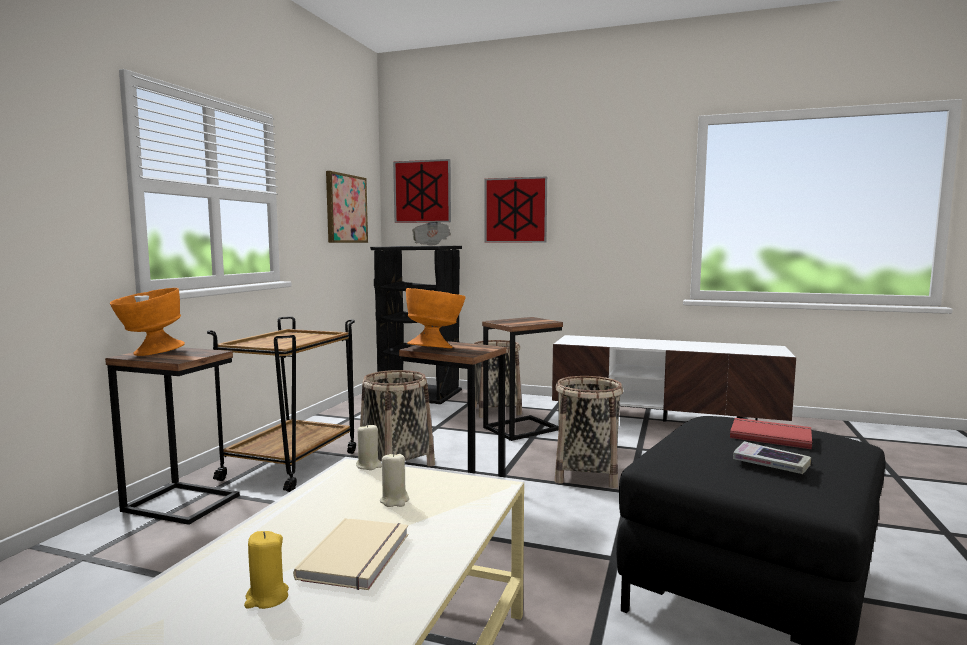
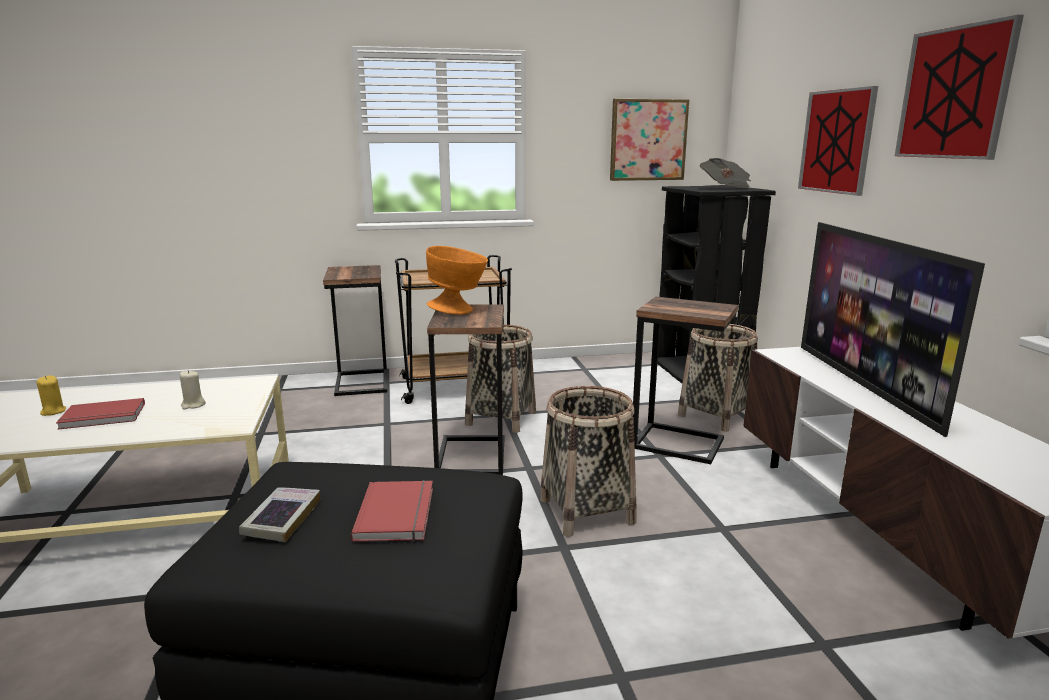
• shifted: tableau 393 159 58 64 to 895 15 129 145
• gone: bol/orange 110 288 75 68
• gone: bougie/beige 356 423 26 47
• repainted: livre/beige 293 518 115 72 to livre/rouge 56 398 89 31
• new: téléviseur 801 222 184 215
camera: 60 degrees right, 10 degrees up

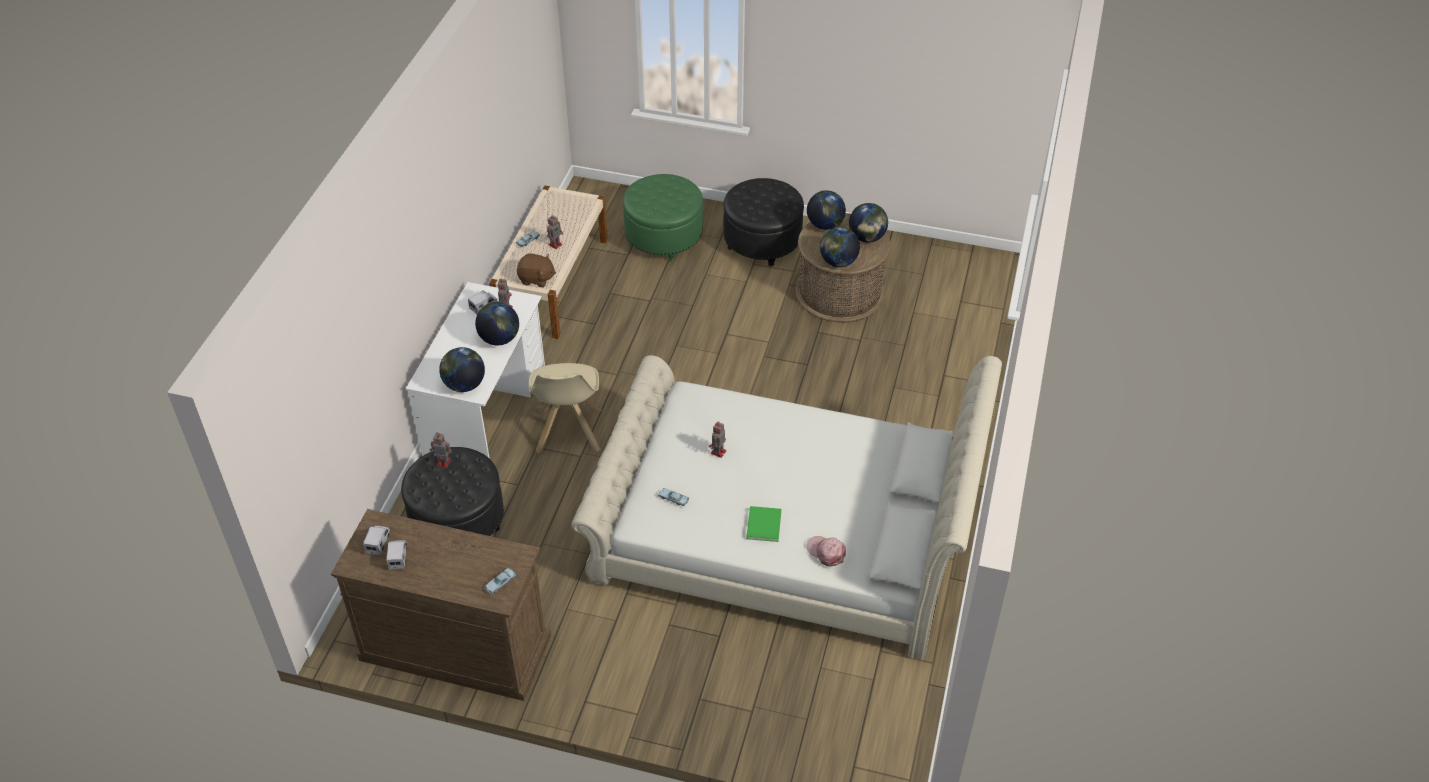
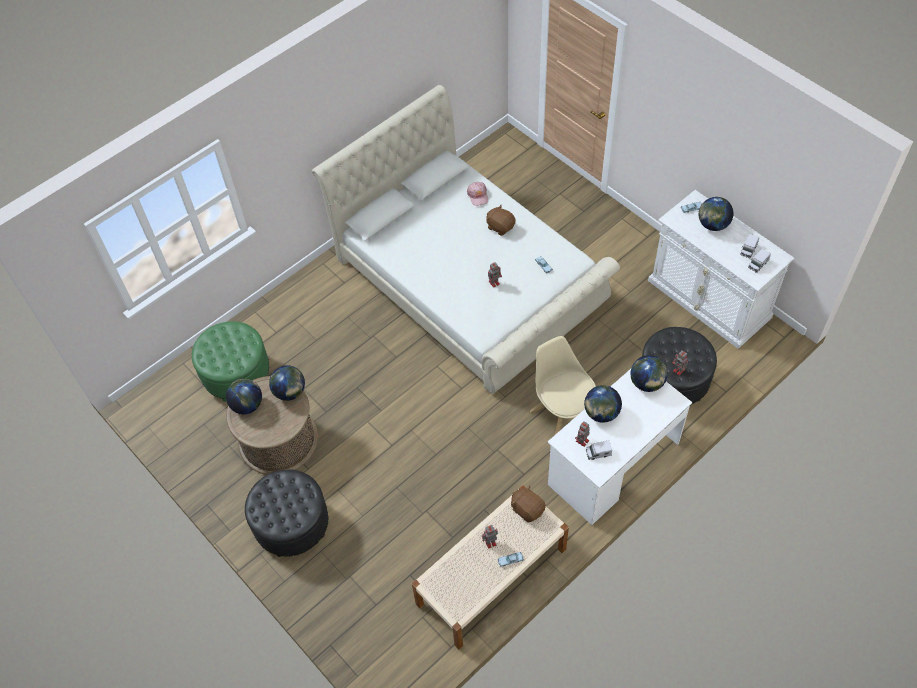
• shifted: pouf/vert 623 174 80 88 to 192 321 77 81
• shifted: globe 807 190 39 40 to 699 197 35 34
• rotated: chaise/beige 529 363 73 91 = 530 336 66 99 60 degrees counterclockwise
• swapped: livre/vert 746 506 35 36 to peluche/marron 486 205 30 31
• repainted: commode/marron 331 509 220 192 to commode/blanc 648 190 146 159
camera: 145 degrees left, 10 degrees up

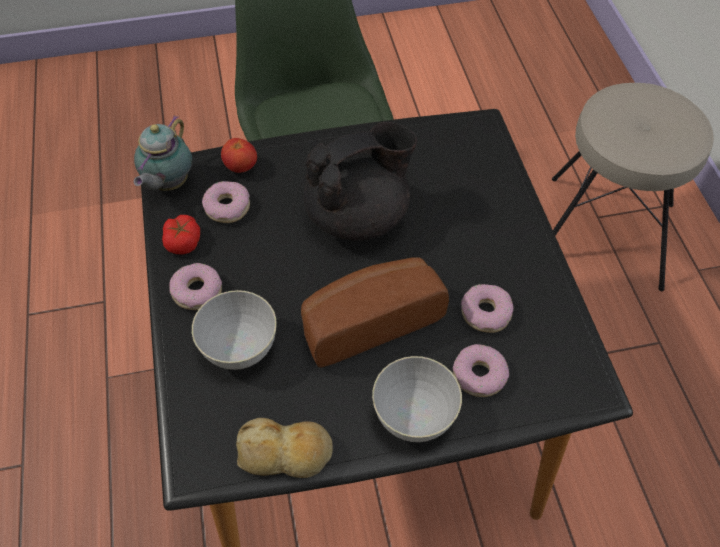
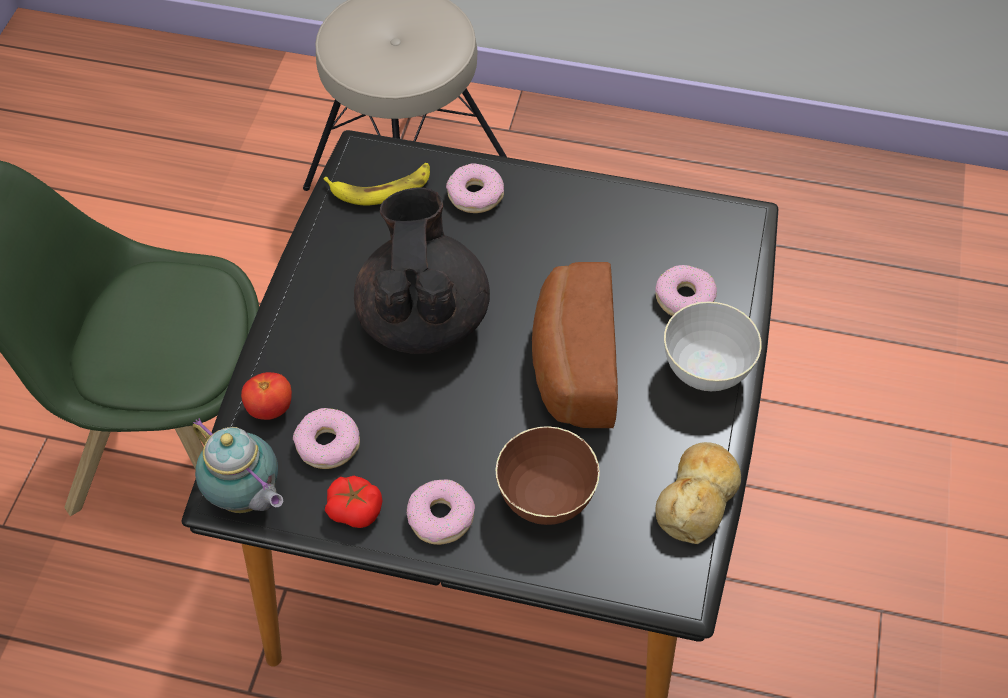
• shifted: beignet 461 284 52 49 to 446 163 58 50
• repainted: bol/gris 192 290 85 80 to bol/marron 496 426 104 99
• new: banane 323 163 107 42
camera: 65 degrees left, 0 degrees up

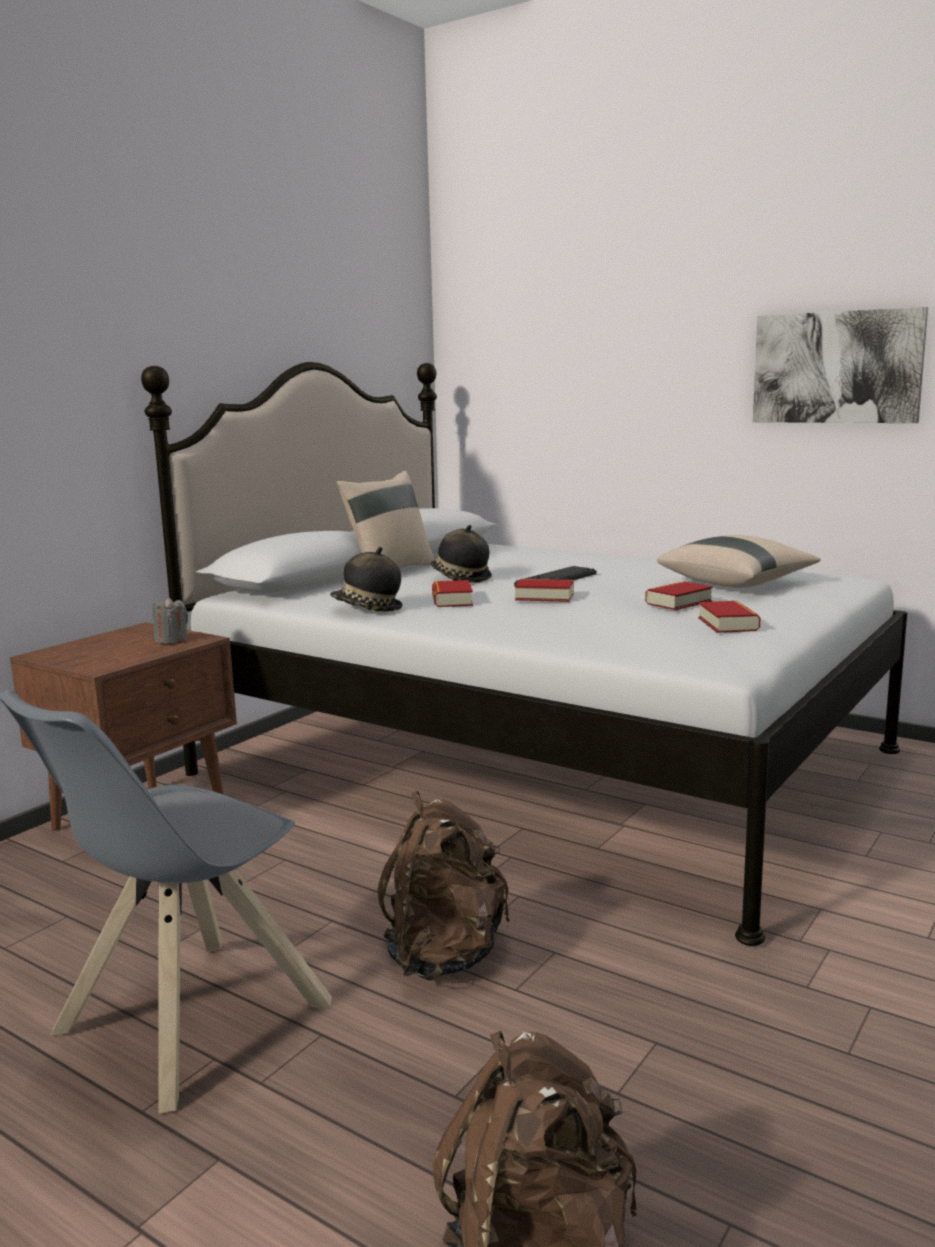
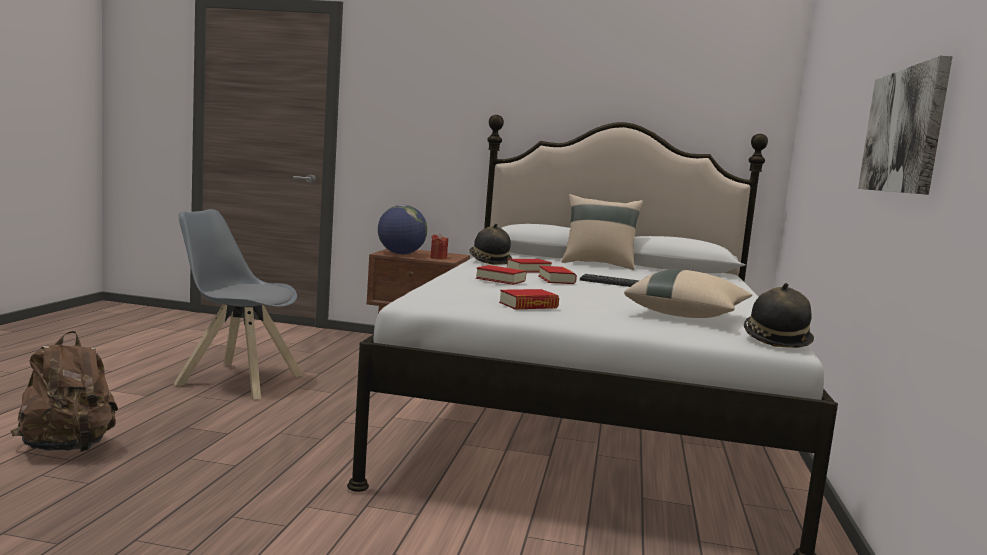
• shifted: chapeau 430 525 62 58 to 744 283 70 65
• shifted: livre 645 581 68 29 to 476 265 50 20
• repainted: bougie/gris 152 597 36 47 to bougie/rouge 430 233 18 26
• gone: sac à dos/marron 377 791 133 190
• new: globe 378 205 49 49
camera: 65 degrees right, 5 degrees down

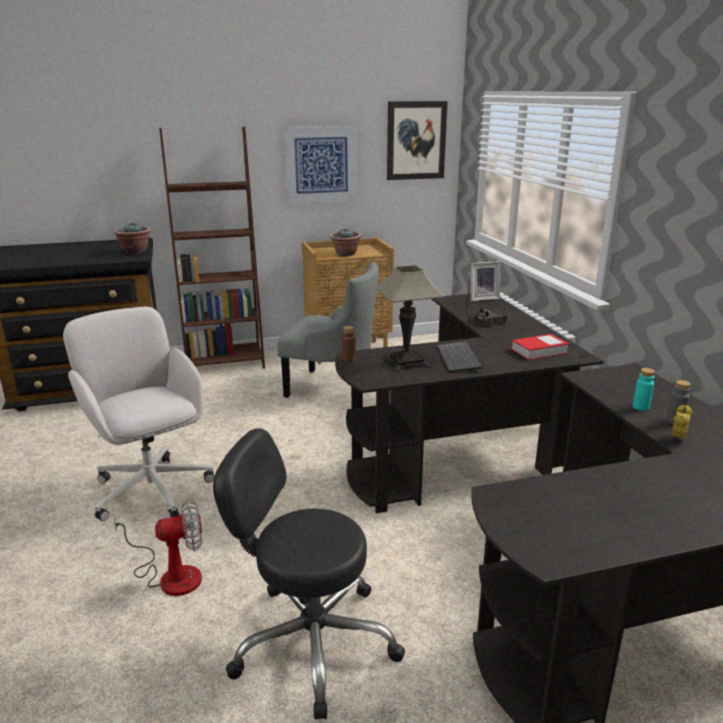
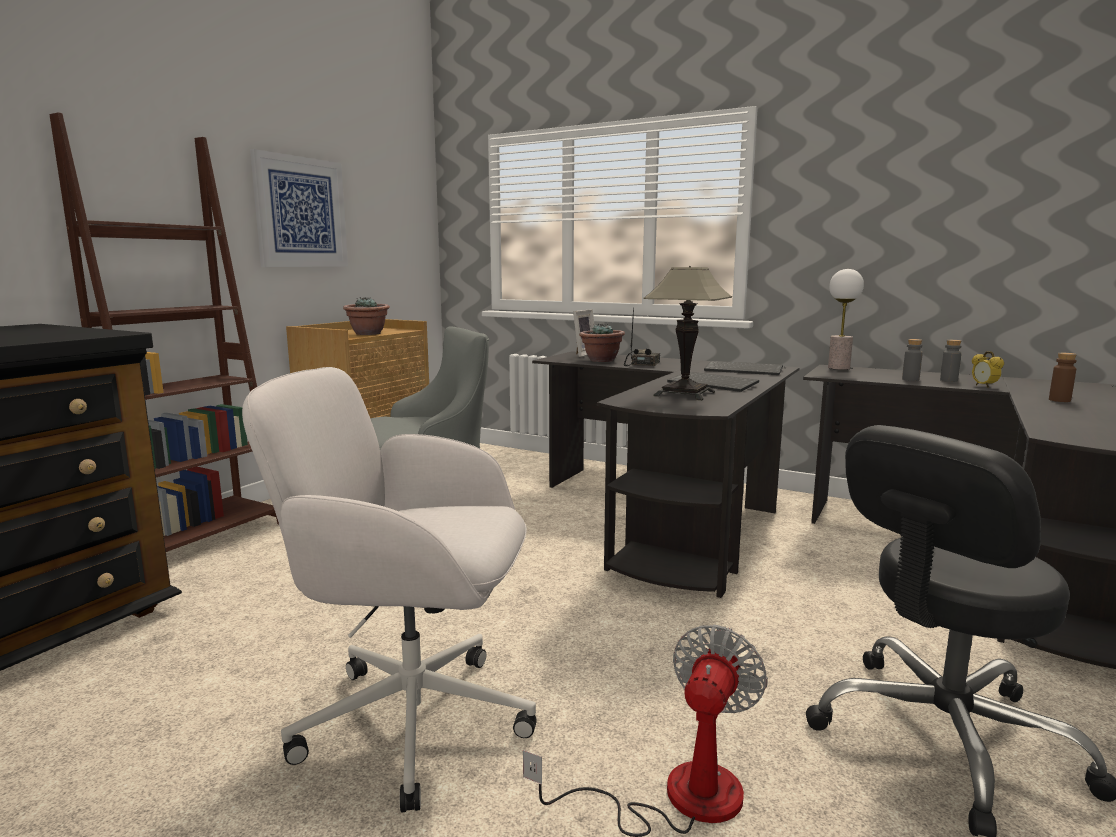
• gone: tableau 387 101 61 79
• shifted: plante en pot 113 222 38 32 to 579 323 46 39
• shifted: bouteille/marron 342 326 14 36 to 1049 353 28 49
• swapped: livre 511 334 58 26 to clavier 704 361 79 14
• repainted: bouteille/turquoise 633 368 22 43 to bouteille/gris 902 339 21 42
• new: lampe de table 828 269 36 101
camera: 45 degrees left, 10 degrees down

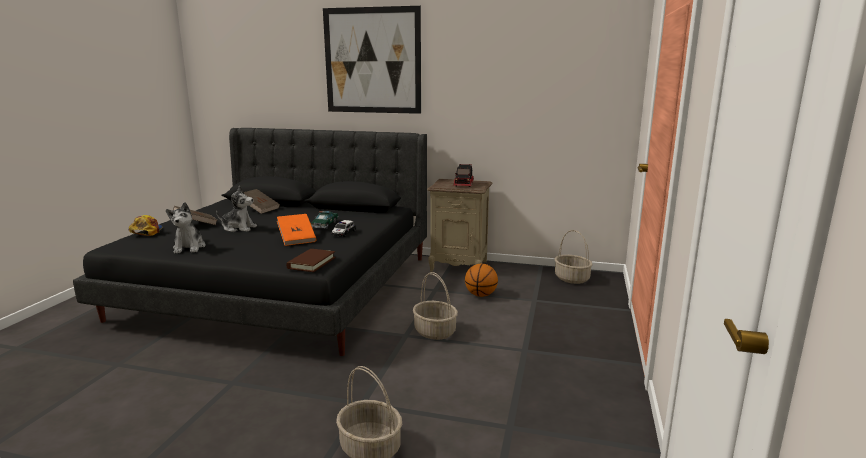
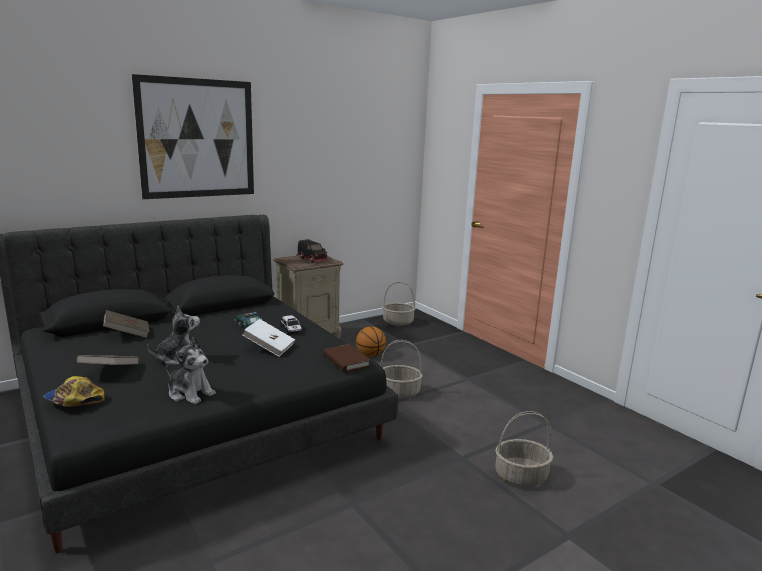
• repainted: livre/orange 277 214 40 32 to livre/blanc 242 319 53 38
camera: 50 degrees left, 0 degrees up

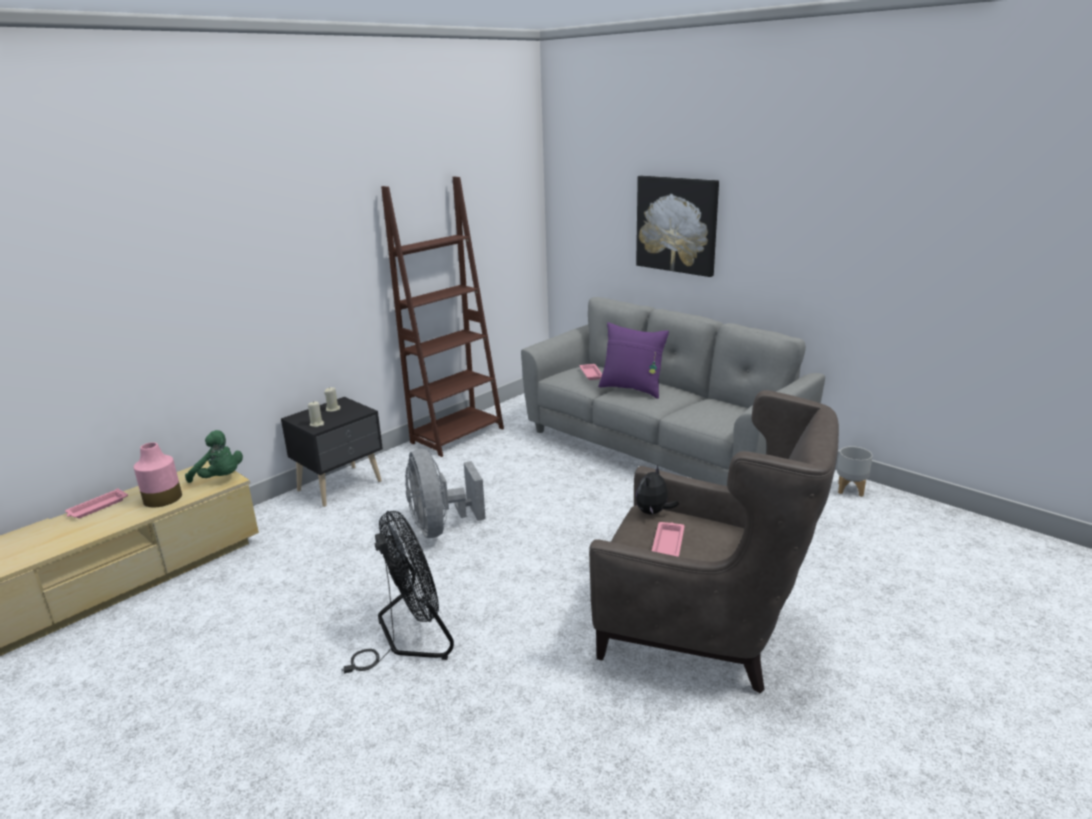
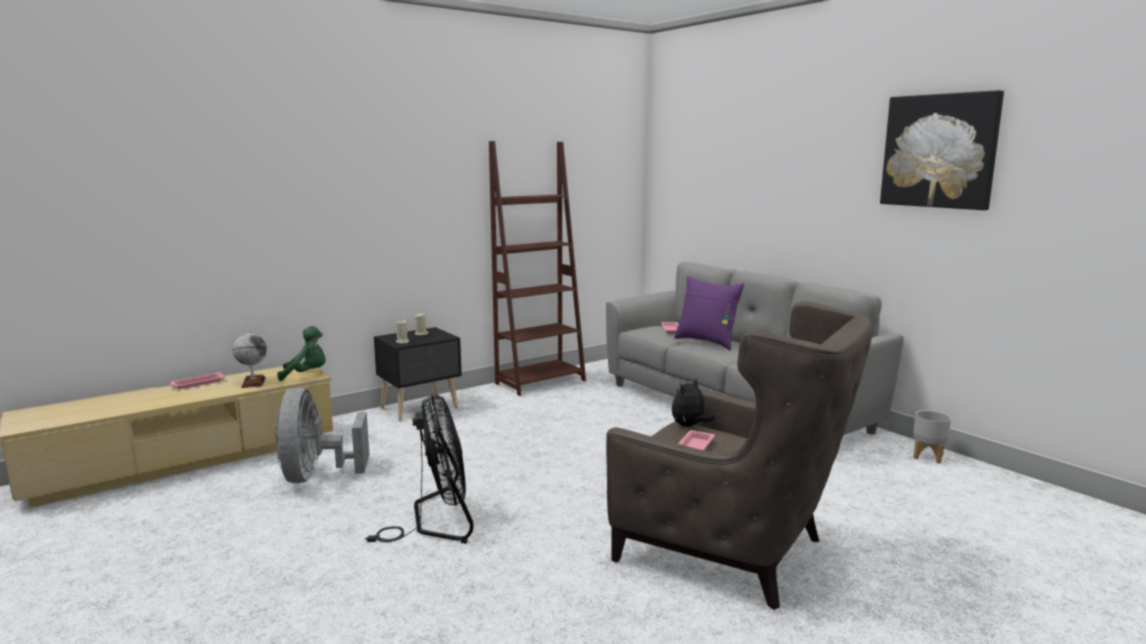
• shifted: tableau 636 176 83 101 to 880 90 124 120
• rotated: peluche/vert 185 430 58 53 = 277 326 49 55 45 degrees counterclockwise
• swapped: vase/rose 134 442 48 65 to globe 233 331 34 57
• shifted: ventilateur/gris 405 449 81 89 to 275 387 94 96
camera: 10 degrees right, 10 degrees down

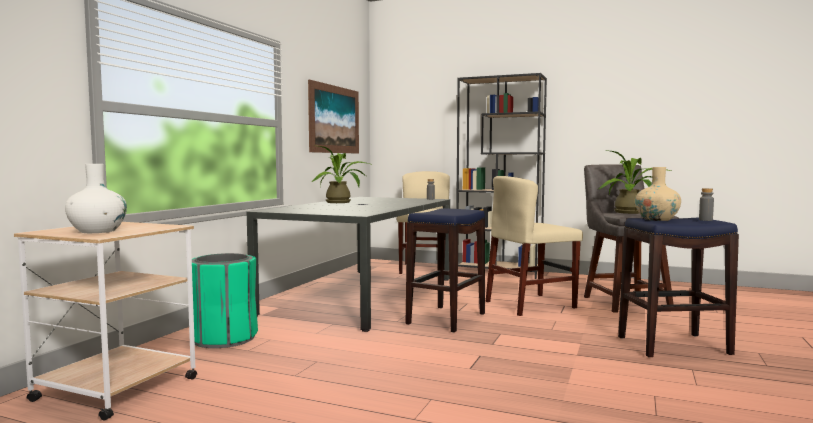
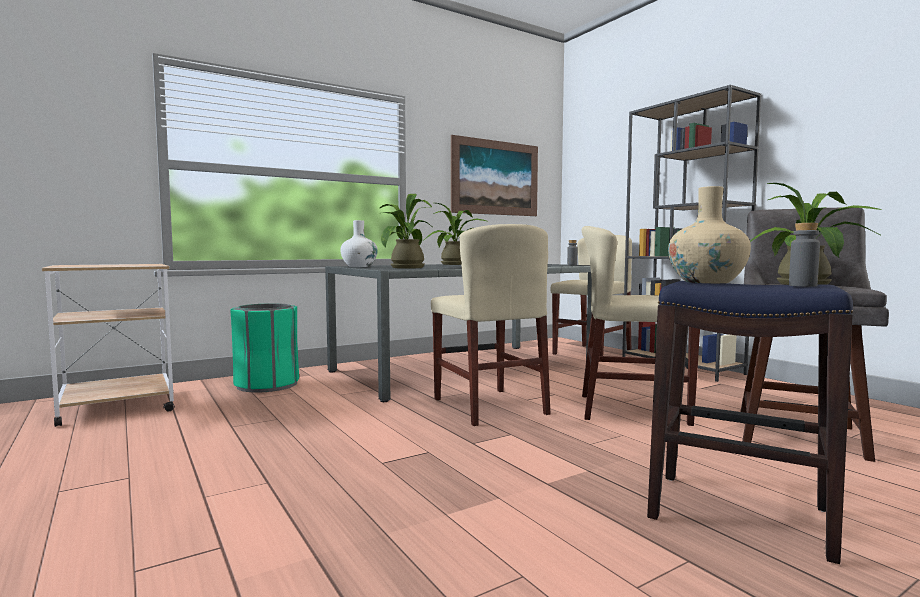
• shifted: vase/blanc 65 164 62 69 to 340 220 38 47
• swapped: tabouret 406 208 79 124 to chaise/beige 431 224 119 202
• new: plante en pot 379 194 53 75
camera: 35 degrees right, 0 degrees up

